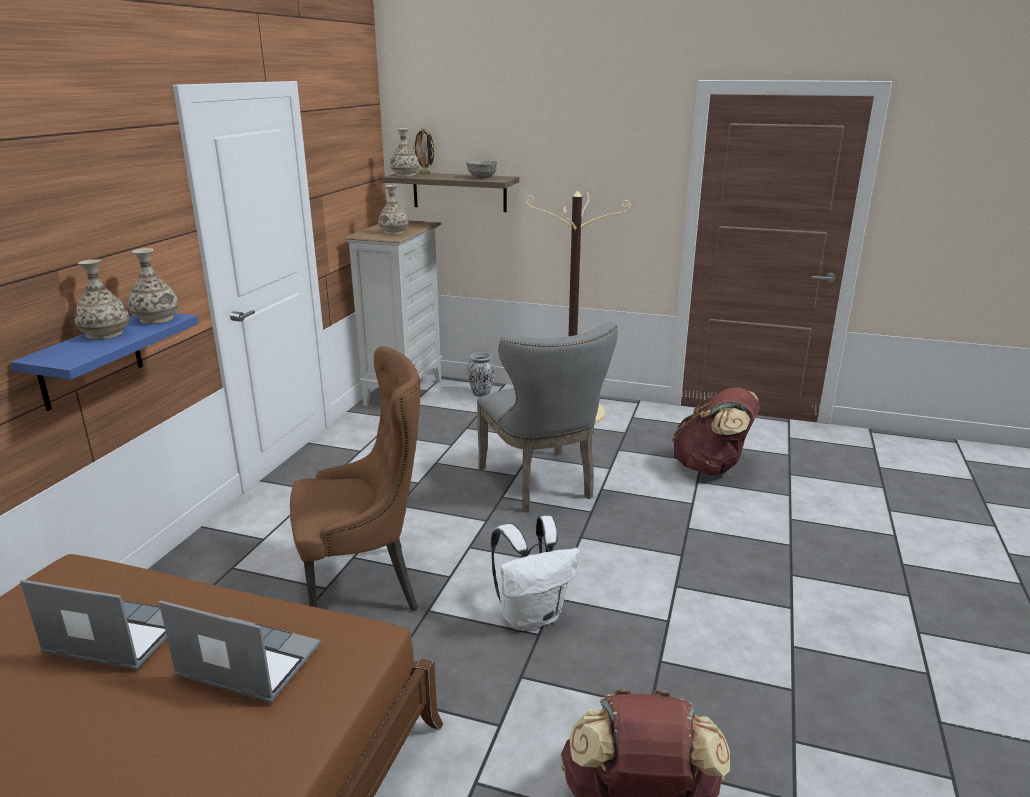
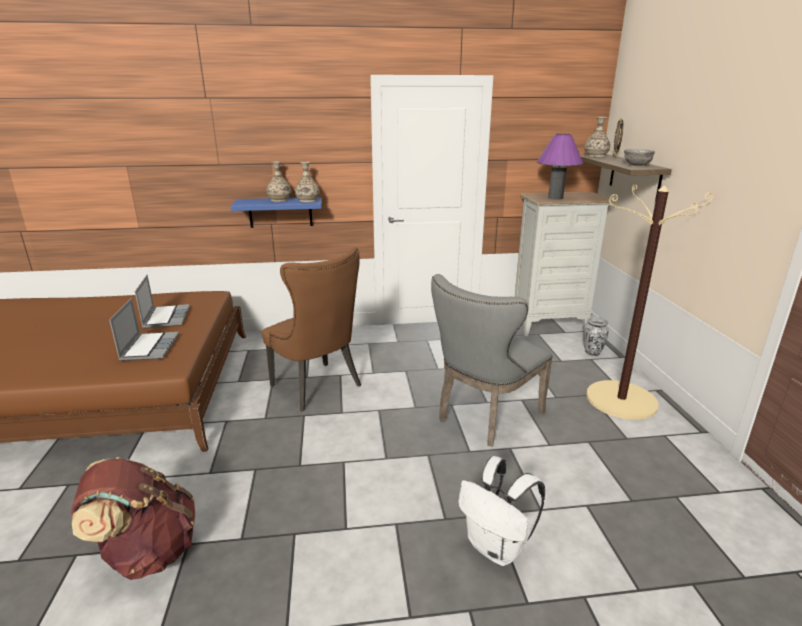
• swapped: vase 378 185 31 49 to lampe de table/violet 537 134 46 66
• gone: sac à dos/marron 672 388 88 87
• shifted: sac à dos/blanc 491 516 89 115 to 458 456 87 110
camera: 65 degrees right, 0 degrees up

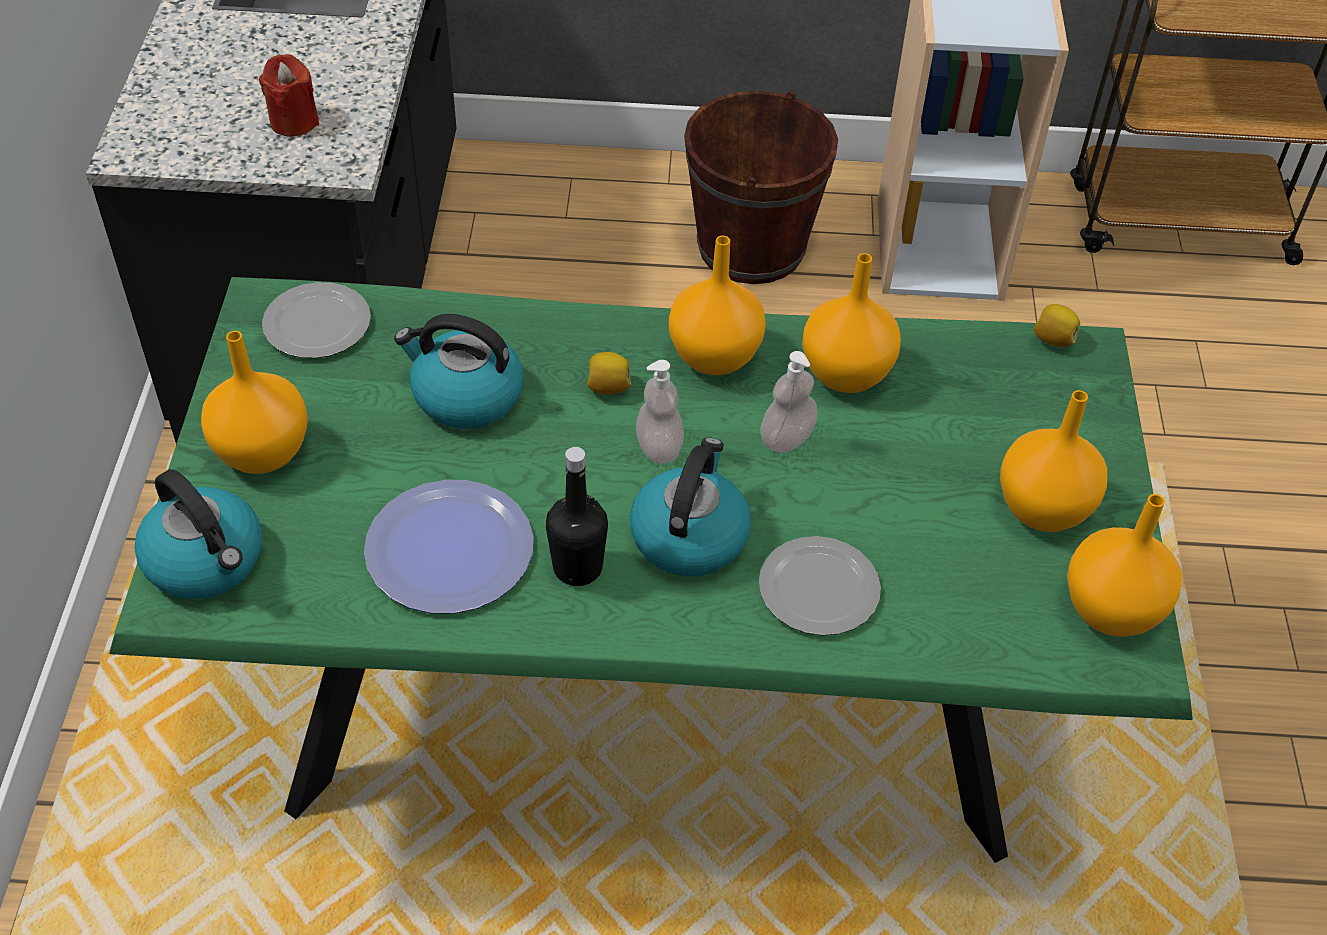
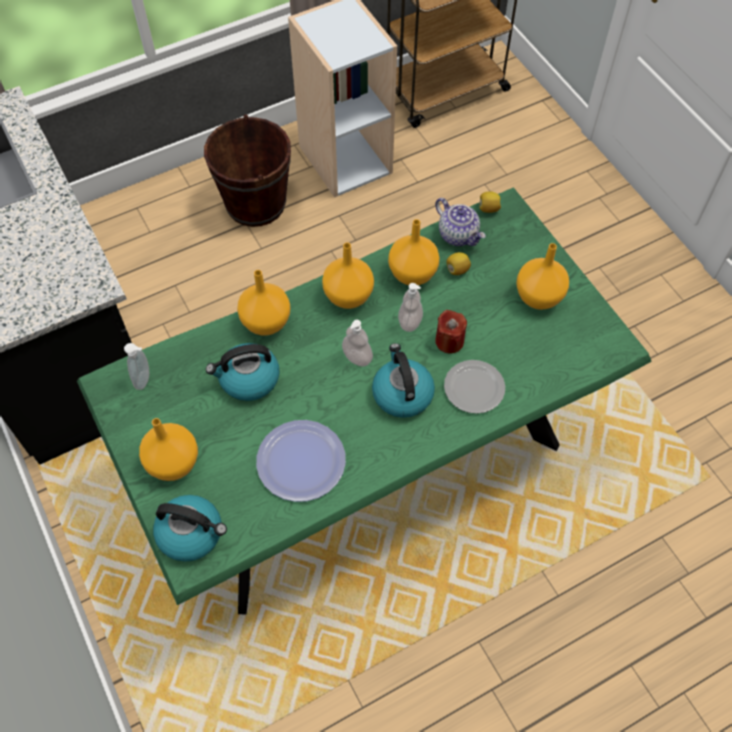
• shifted: bougie/rouge 259 54 60 83 to 435 310 32 43
• swapped: assiette 262 282 109 76 to distributeur de savon 124 343 25 47
• shifted: citron 587 352 44 42 to 447 252 24 23
• gone: bouteille/noir 546 447 62 139
• shifted: vase/orange 1067 494 115 143 to 237 270 53 65
• new: théière 435 198 50 48
camera: 30 degrees left, 10 degrees up

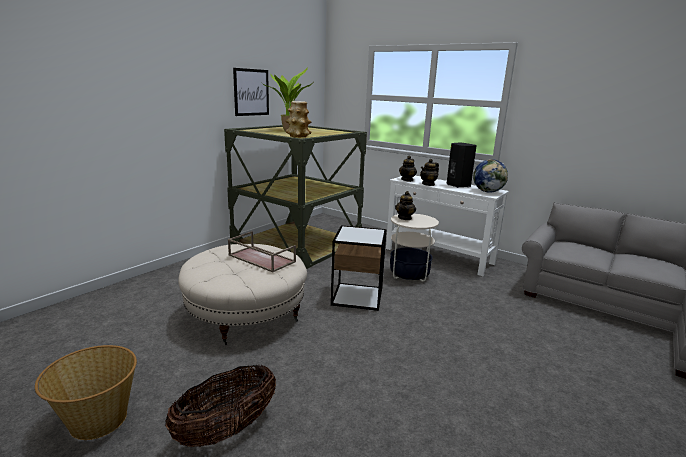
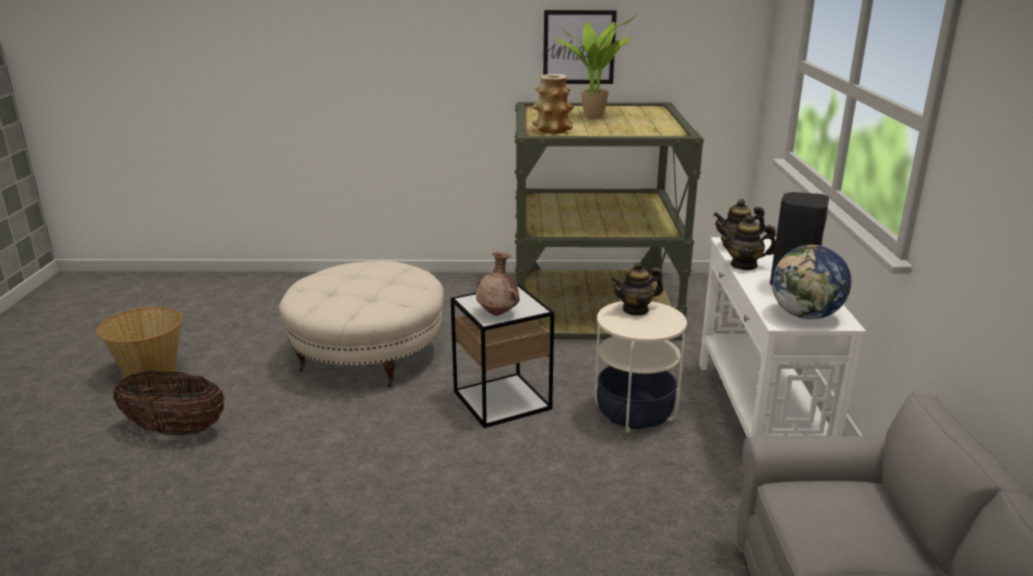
• gone: plateau/marron 228 231 68 41
• new: vase/marron 476 252 43 64
camera: 55 degrees right, 5 degrees up

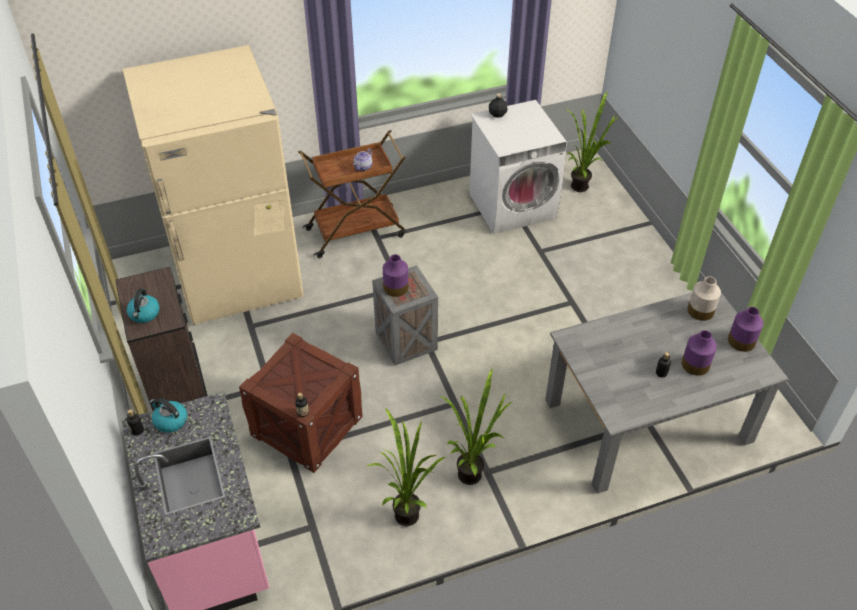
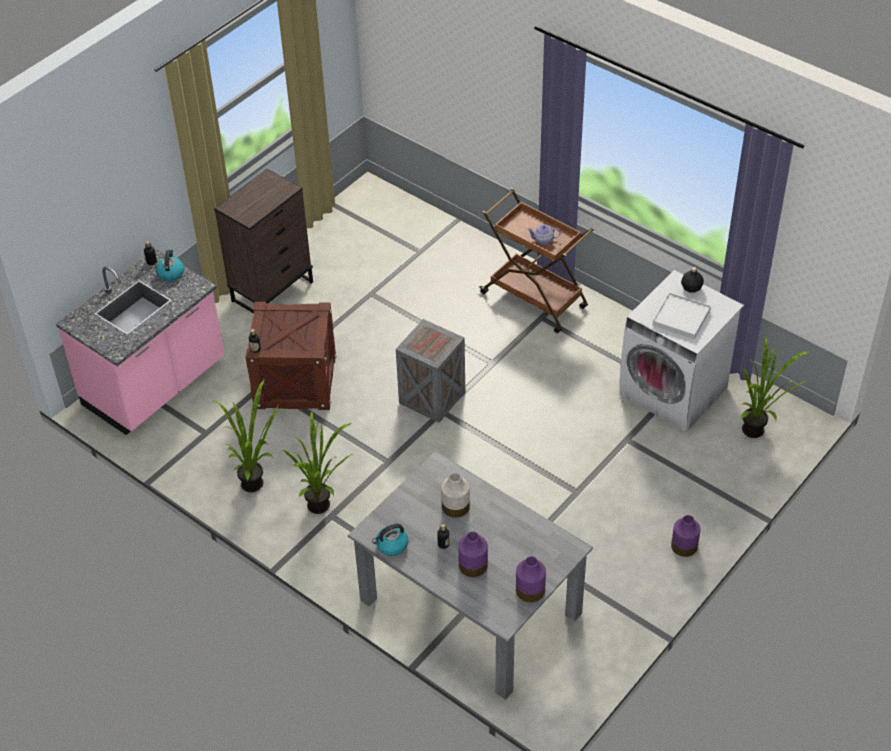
• gone: réfrigérateur/beige 122 45 182 279
• shifted: vase/violet 383 254 26 43 to 671 515 30 42
• shifted: vase/beige 687 276 34 45 to 441 473 29 45
• shifted: bouilloire 127 288 33 35 to 372 524 36 32
• new: plateau/blanc 653 293 58 46
camera: 60 degrees right, 0 degrees up

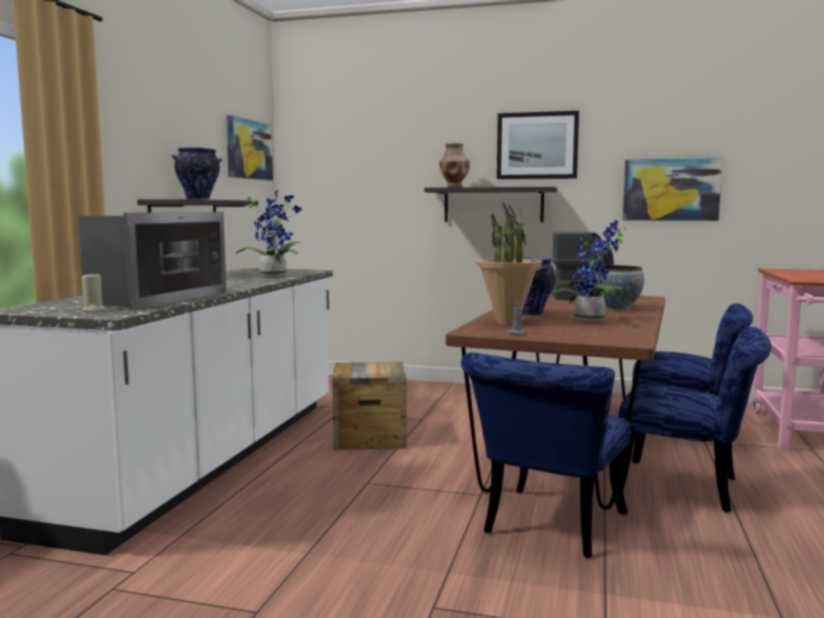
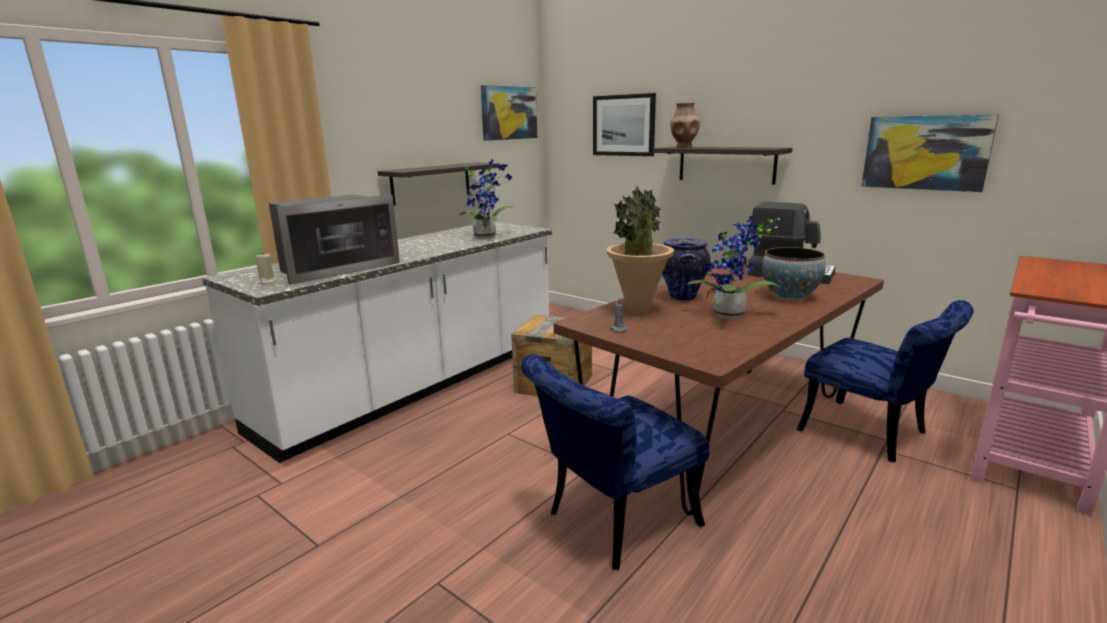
• shifted: tableau 497 111 82 68 to 593 93 63 63
• gone: vase 172 147 50 53
• gone: chaise/bleu 618 327 153 185
camera: 25 degrees right, 10 degrees up

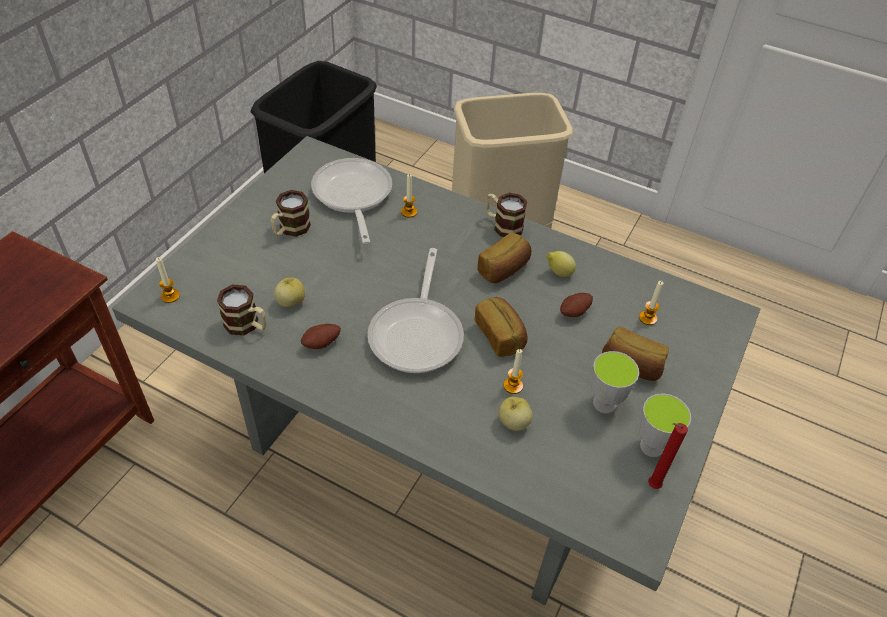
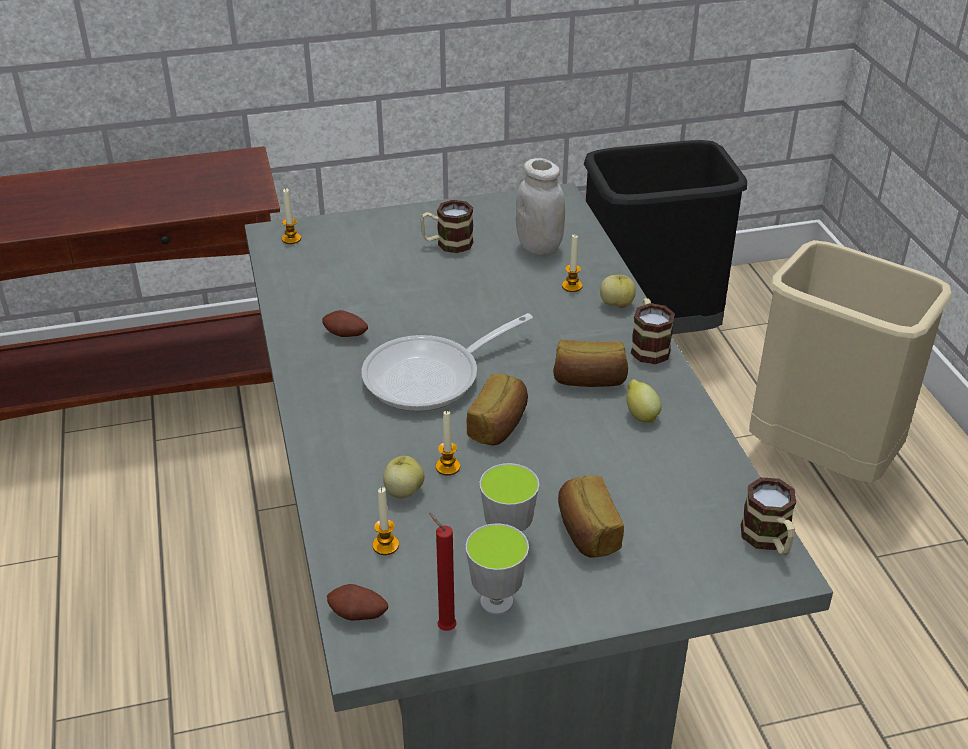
• swapped: poêle 311 158 81 86 to bocal/blanc 516 158 49 98
• shifted: pomme 274 277 31 30 to 600 275 36 33
• shifted: bougie 639 281 24 44 to 372 487 27 68
• shifted: mug 217 284 50 52 to 741 477 55 78
• shifted: pomme de terre 560 293 33 24 to 327 584 61 37
camera: 50 degrees right, 10 degrees down

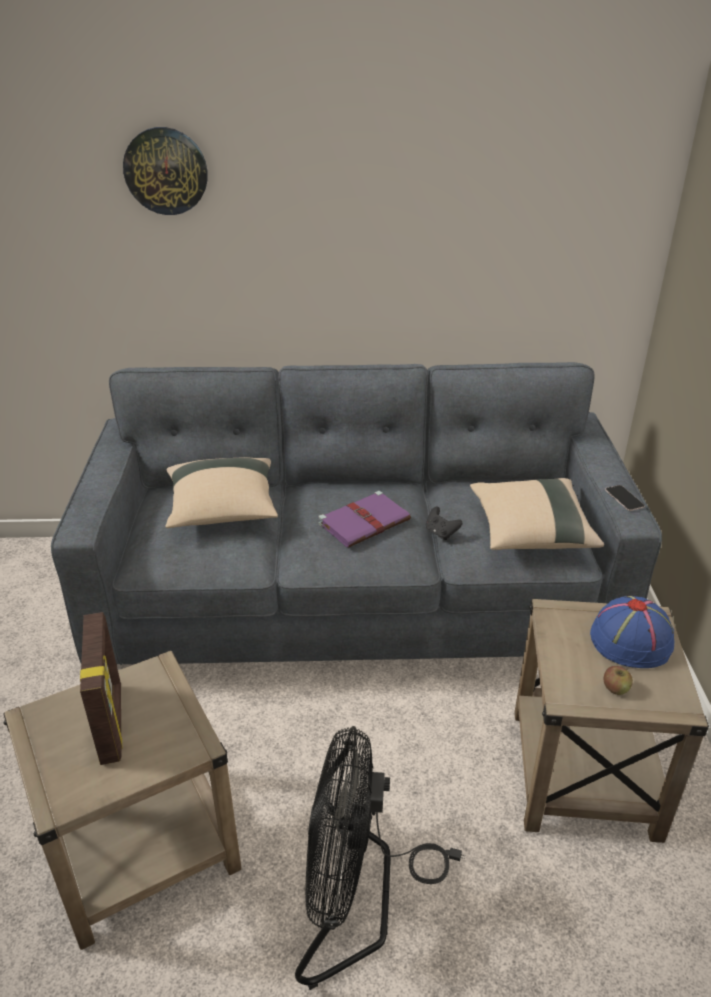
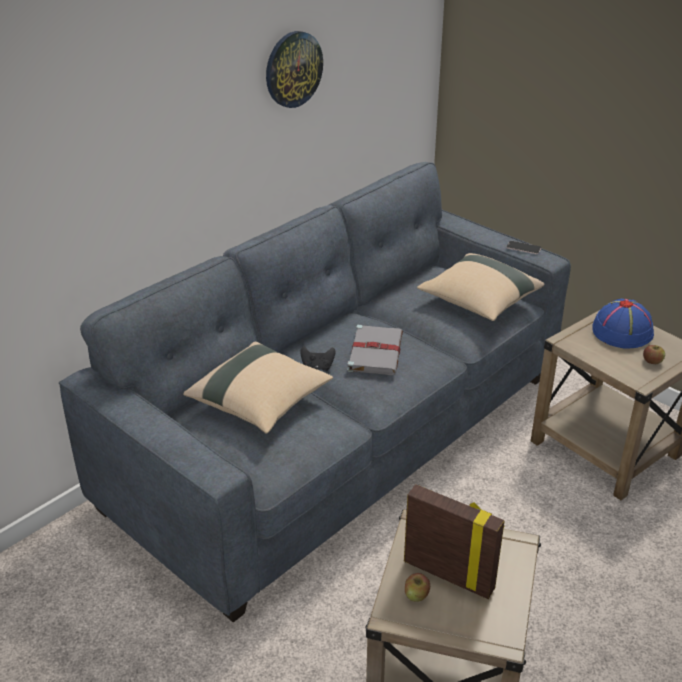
• shifted: horloge murale 123 127 85 88 to 266 31 57 77
• repainted: livre/violet 318 491 93 57 to livre/gris 347 325 56 50
• shifted: manette/noir 426 507 36 33 to 300 347 35 24
• gone: ventilateur/noir 295 726 170 264
• new: pomme 405 573 25 29
camera: 45 degrees left, 0 degrees up

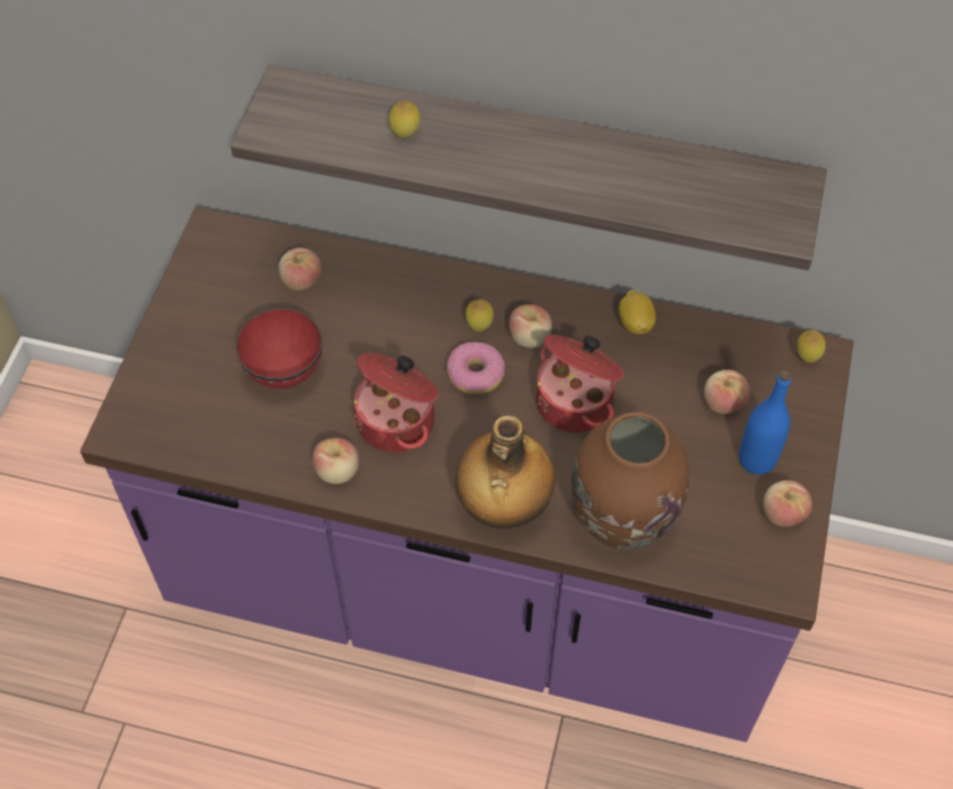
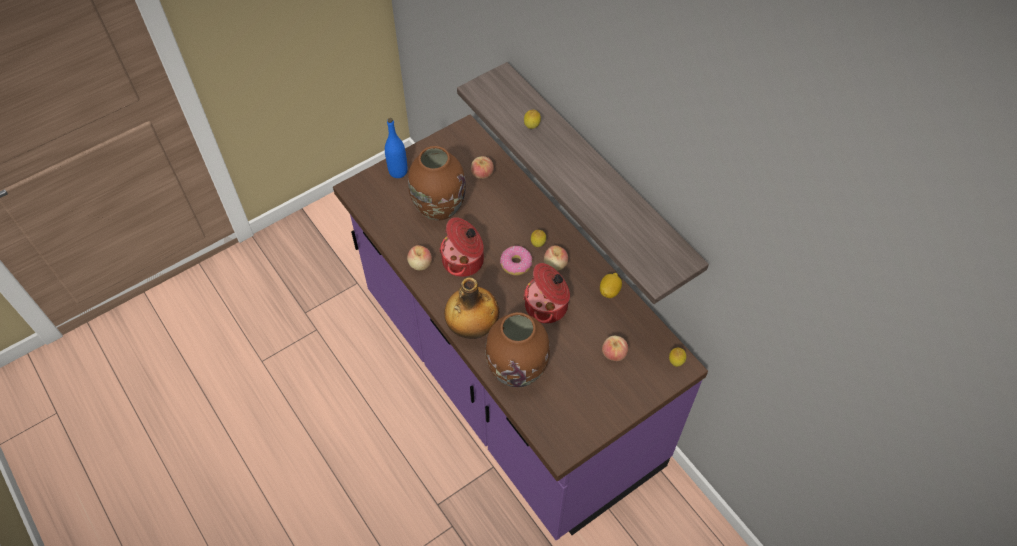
• swapped: bol/rouge 235 308 88 81 to vase/marron 408 146 58 74
• shifted: bouteille/bleu 739 371 52 104 to 385 118 23 60
• gone: pomme 763 480 49 47
camera: 40 degrees right, 0 degrees up

